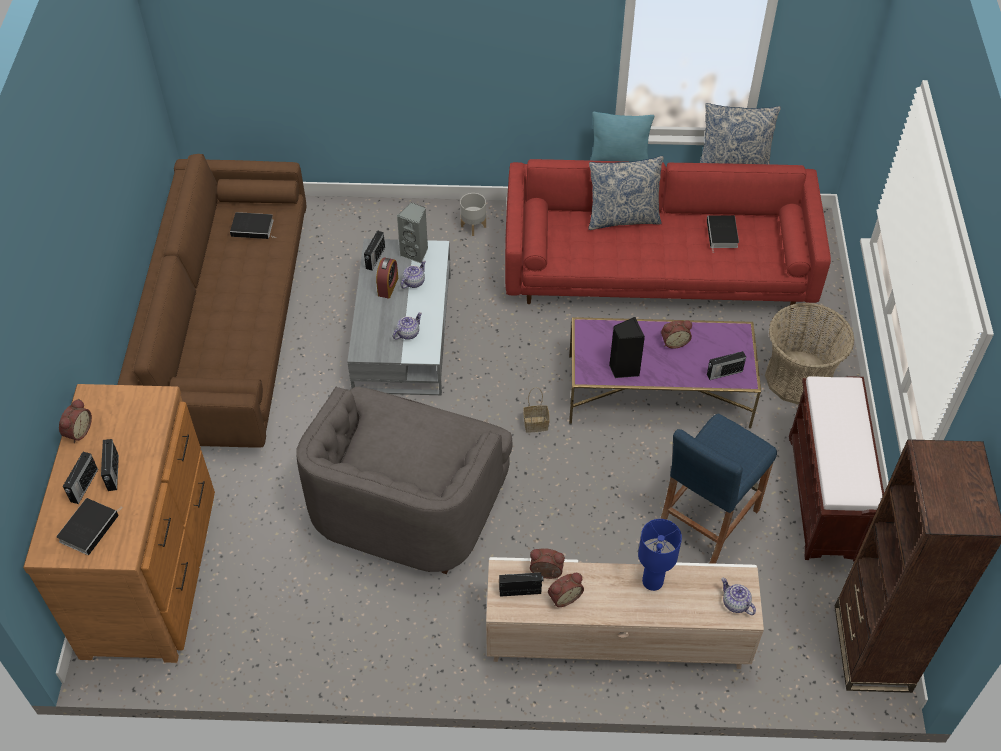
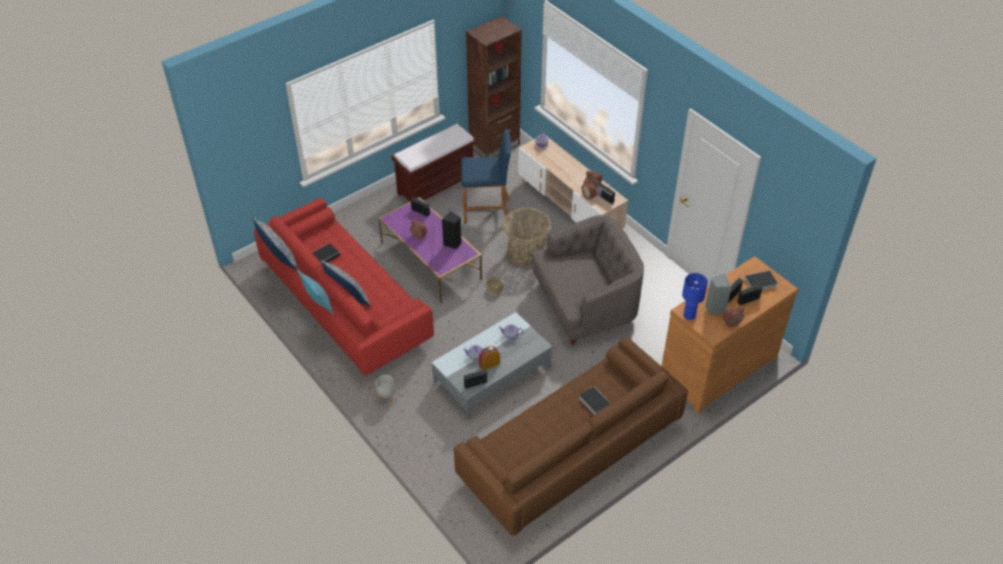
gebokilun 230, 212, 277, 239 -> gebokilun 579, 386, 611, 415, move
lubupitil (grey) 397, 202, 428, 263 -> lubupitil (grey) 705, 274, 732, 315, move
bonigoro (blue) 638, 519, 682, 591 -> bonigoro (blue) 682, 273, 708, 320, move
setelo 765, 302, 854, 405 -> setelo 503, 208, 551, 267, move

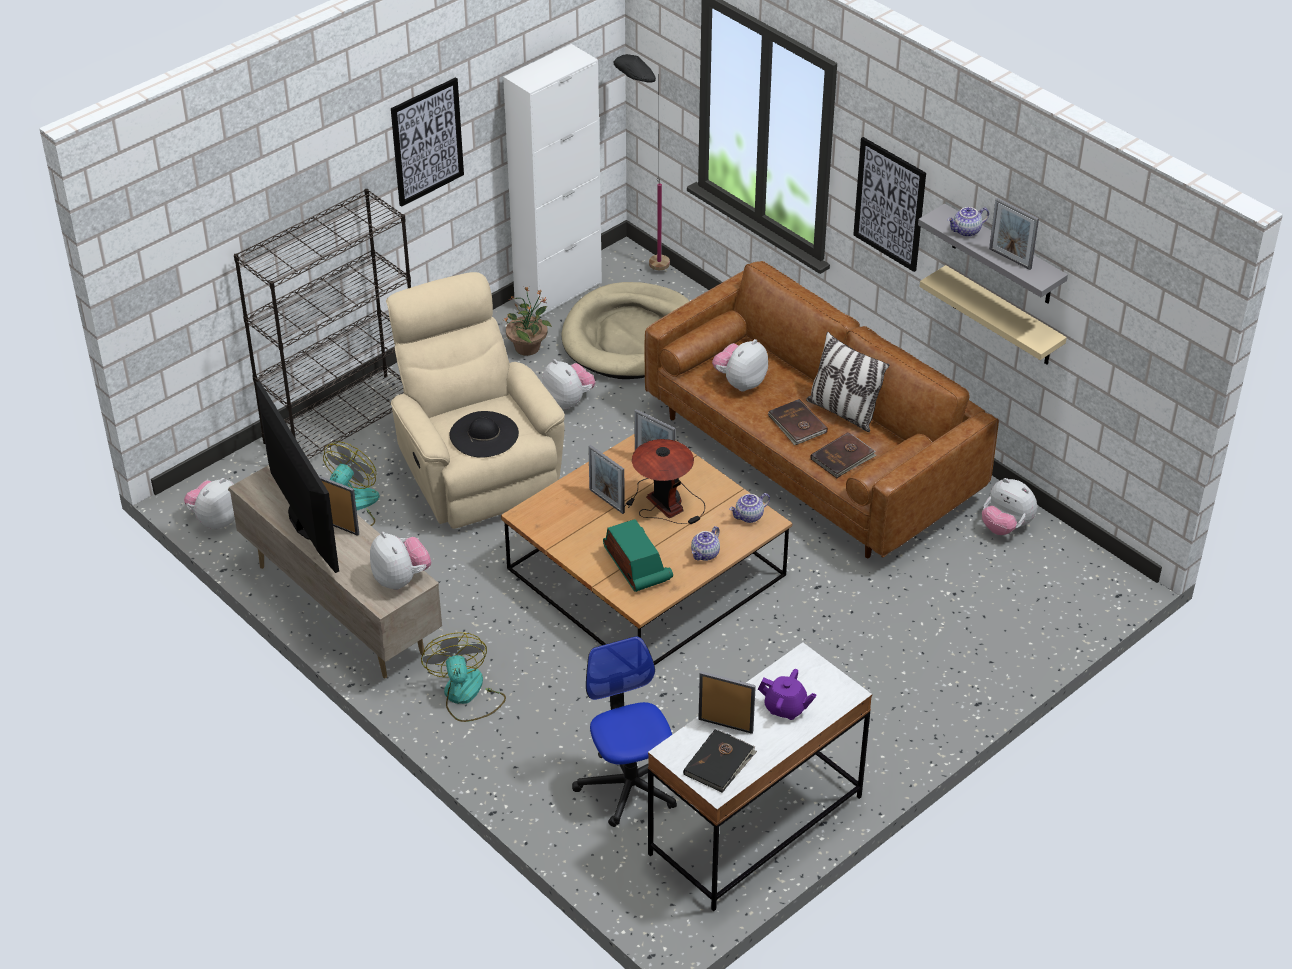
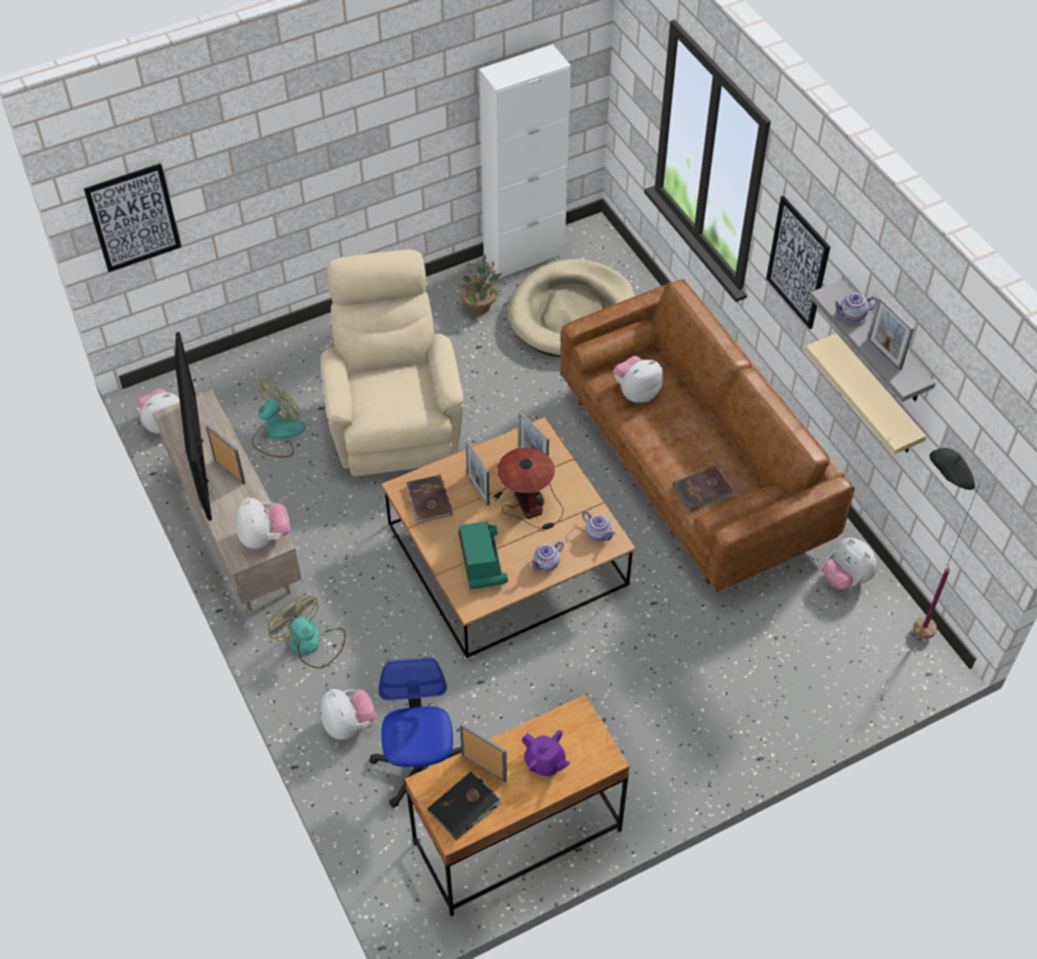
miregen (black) 234, 189, 411, 459 -> none
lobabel 391, 77, 464, 207 -> lobabel 84, 163, 181, 272, move
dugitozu 421, 632, 506, 722 -> dugitozu 268, 594, 346, 669, 45 degrees counterclockwise
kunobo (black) 449, 411, 519, 458 -> none
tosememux 542, 359, 595, 410 -> tosememux 321, 689, 376, 740, move
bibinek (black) 614, 54, 670, 270 -> bibinek (black) 913, 448, 980, 639, move
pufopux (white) 648, 642, 872, 911 -> pufopux (brown) 405, 695, 630, 916
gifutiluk 729, 493, 770, 523 -> gifutiluk 582, 511, 616, 541, 120 degrees counterclockwise
gebokilun (brown) 768, 399, 828, 445 -> gebokilun (brown) 406, 475, 453, 523, move
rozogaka 806, 332, 890, 432 -> none

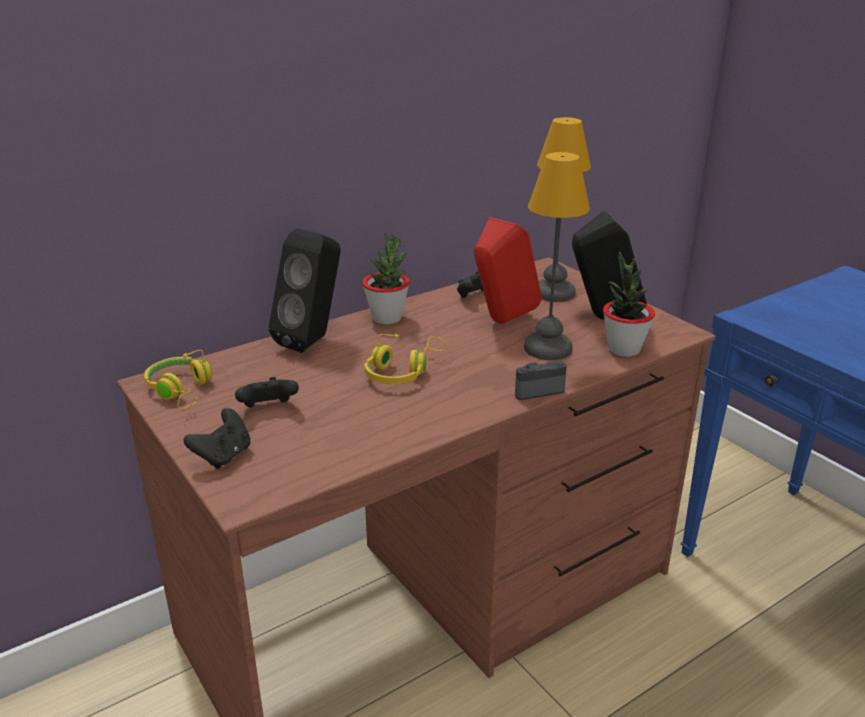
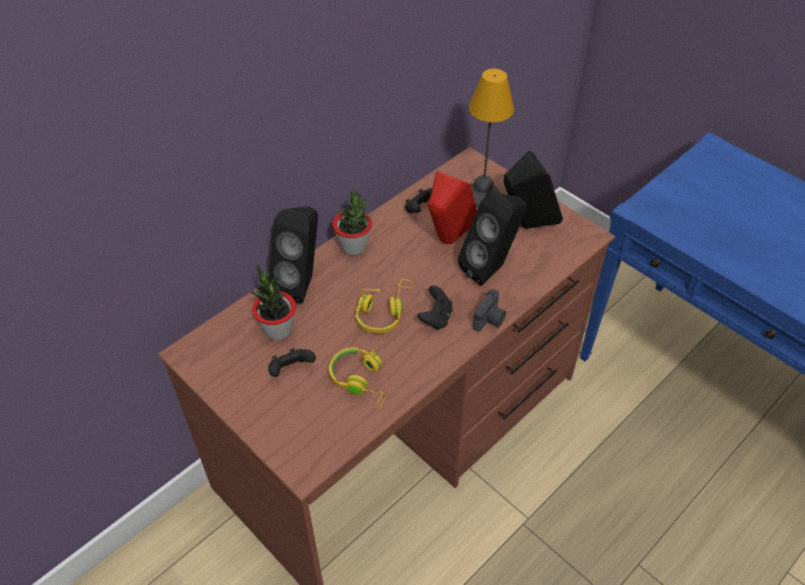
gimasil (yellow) 144, 350, 212, 409 -> gimasil (yellow) 329, 347, 387, 409, move
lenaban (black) 183, 408, 250, 469 -> lenaban (black) 417, 285, 453, 330, move
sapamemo 515, 361, 567, 400 -> sapamemo 473, 289, 506, 332, 150 degrees clockwise
bonigoro 524, 152, 590, 360 -> lubupitil (black) 458, 192, 527, 286
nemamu 603, 252, 655, 357 -> nemamu 250, 264, 296, 341, move

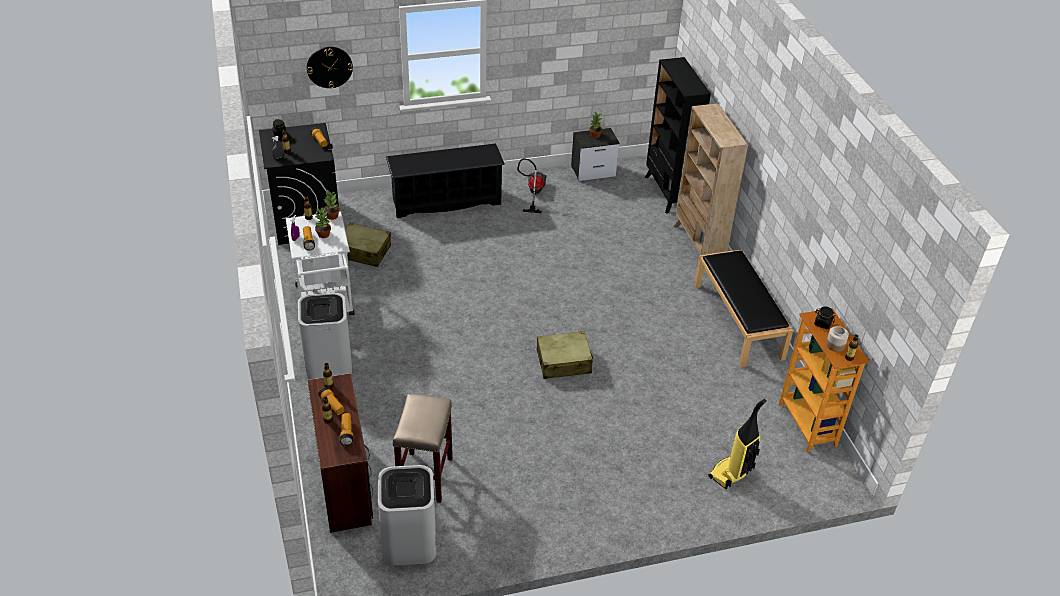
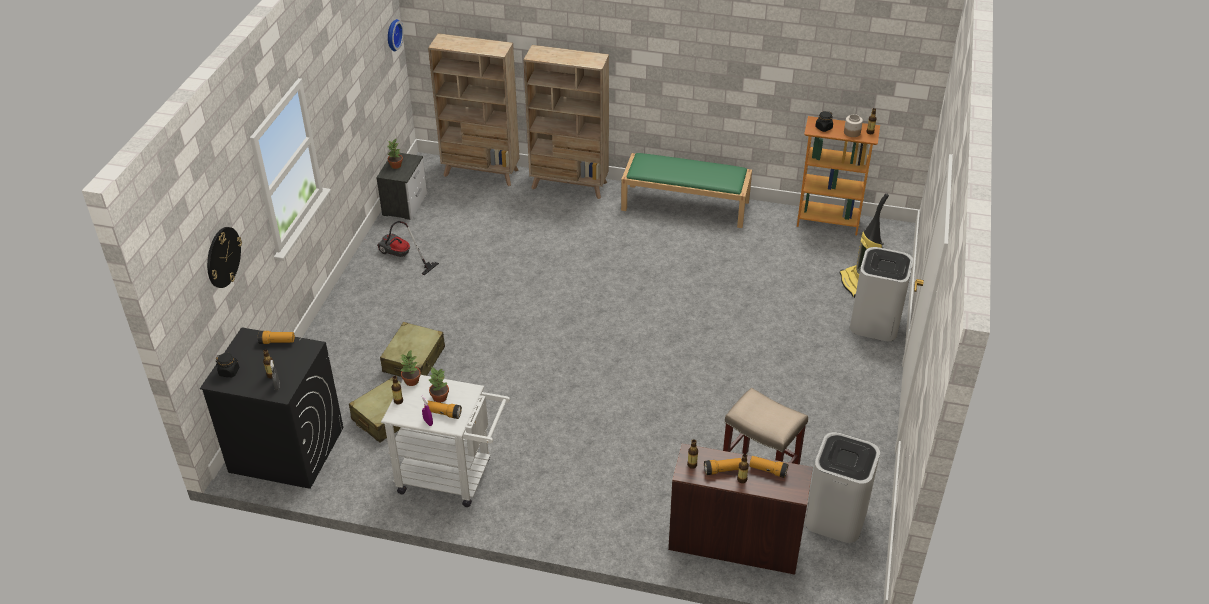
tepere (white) 298, 293, 352, 380 -> tepere (white) 850, 247, 914, 341, move
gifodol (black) 386, 144, 505, 218 -> none
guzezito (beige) 537, 331, 593, 379 -> guzezito (beige) 380, 322, 445, 377, move
miregen (black) 645, 57, 711, 214 -> miregen (beige) 428, 33, 520, 186
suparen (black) 694, 249, 793, 368 -> suparen (green) 621, 153, 752, 228
none -> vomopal 388, 19, 404, 51

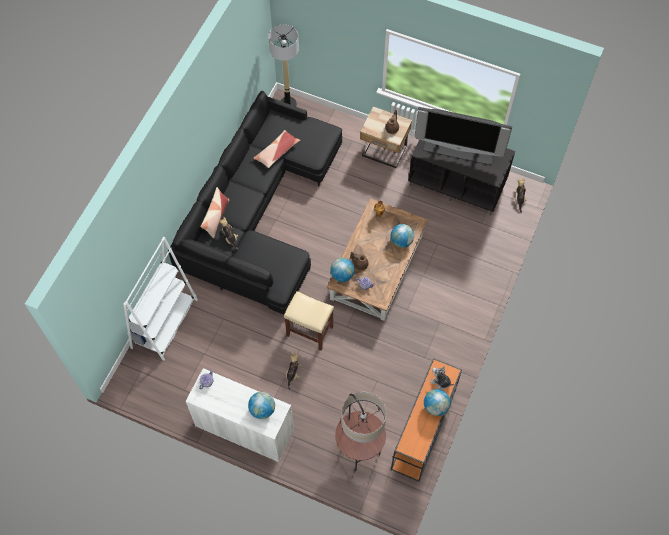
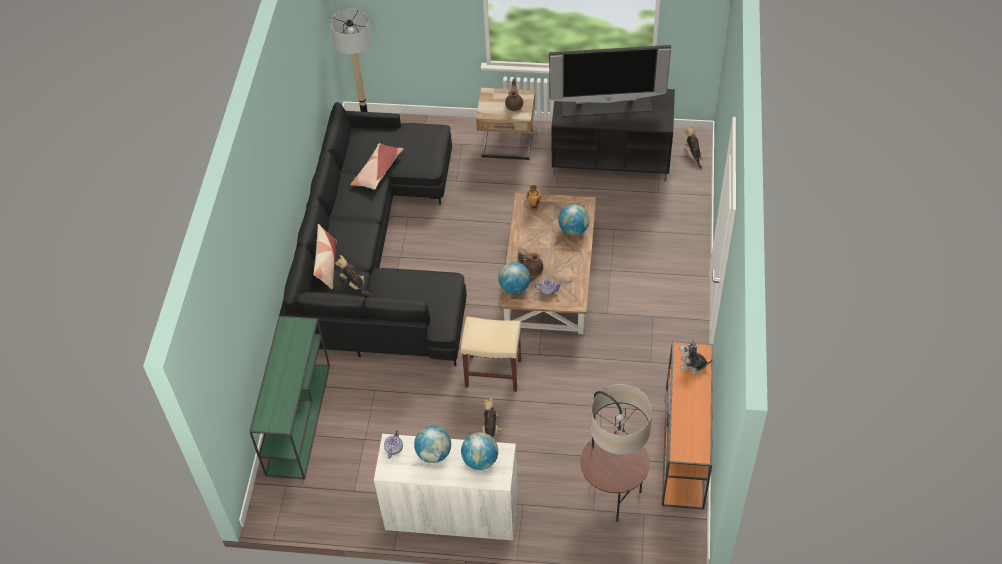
miregen (white) 123, 237, 198, 361 -> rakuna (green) 249, 316, 330, 479
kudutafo 424, 389, 451, 416 -> kudutafo 414, 426, 451, 463, move

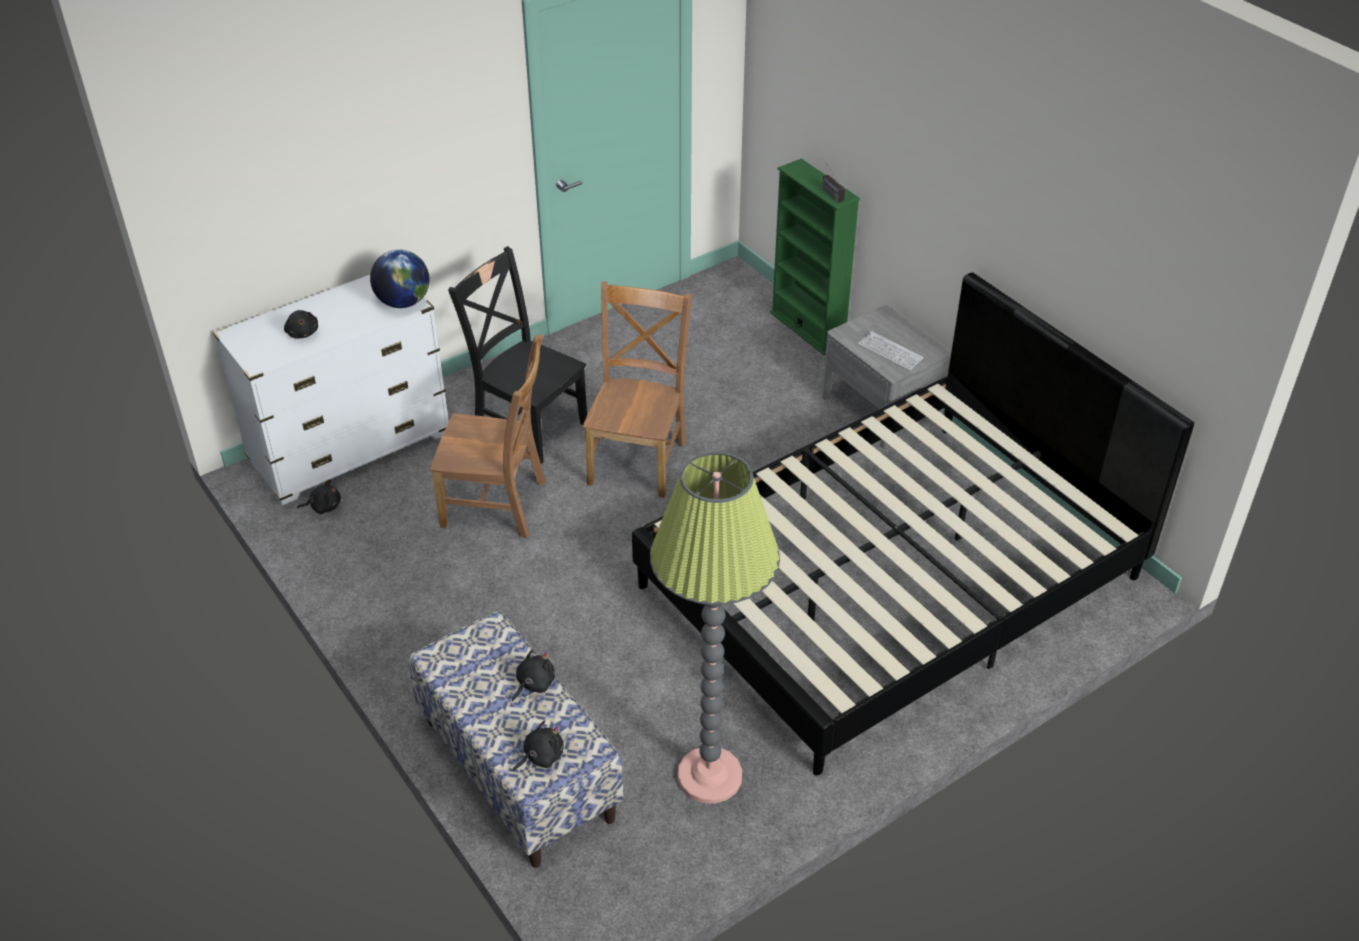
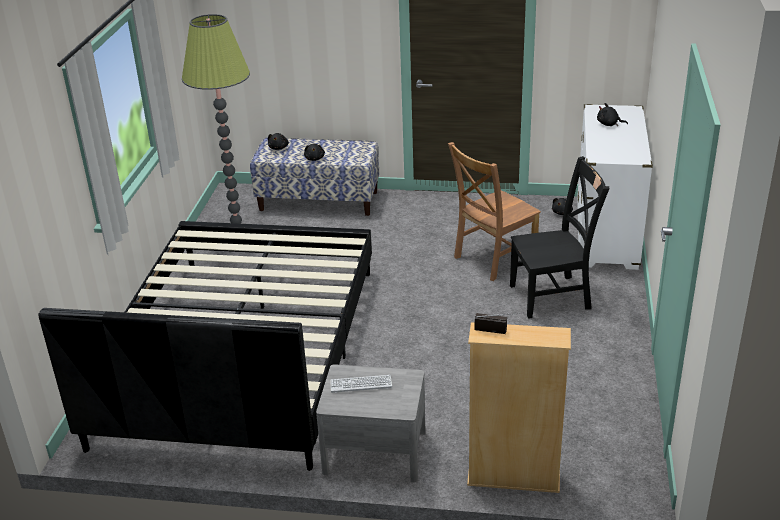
kudutafo 370, 249, 429, 308 -> none
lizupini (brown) 583, 282, 692, 498 -> none
miregen (green) 770, 159, 860, 355 -> miregen (beige) 467, 322, 571, 493

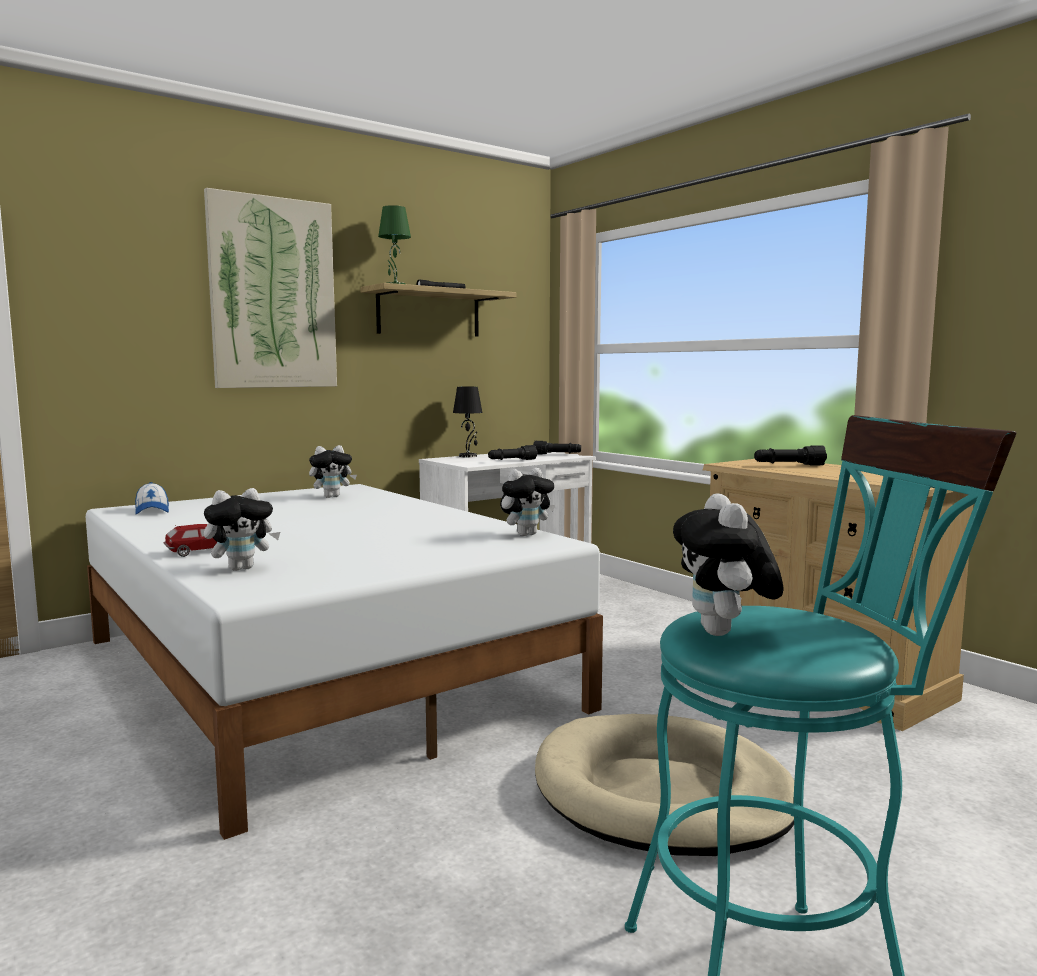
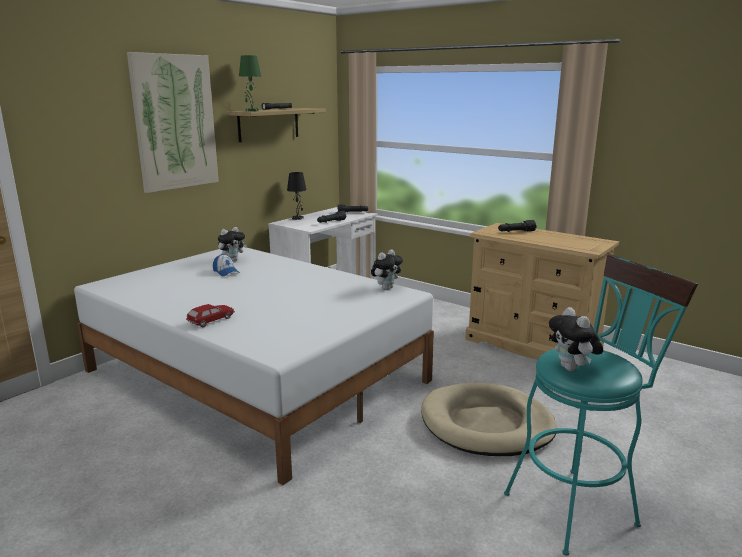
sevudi 135, 482, 169, 514 -> sevudi 213, 254, 240, 277, move
tosememux 204, 488, 280, 571 -> none

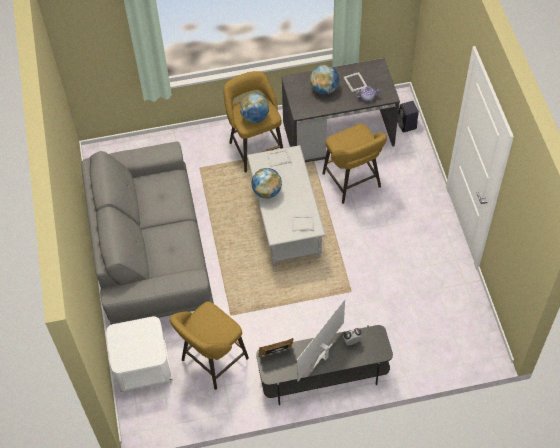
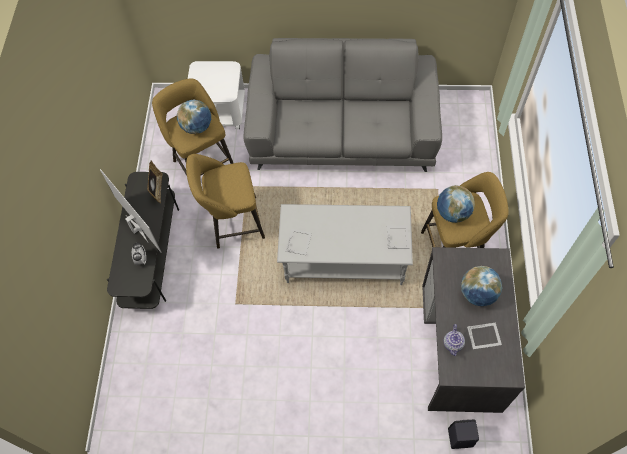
kudutafo 251, 168, 282, 198 -> kudutafo 177, 100, 211, 134, move
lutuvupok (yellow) 322, 124, 387, 204 -> lutuvupok (yellow) 186, 154, 265, 249, move

